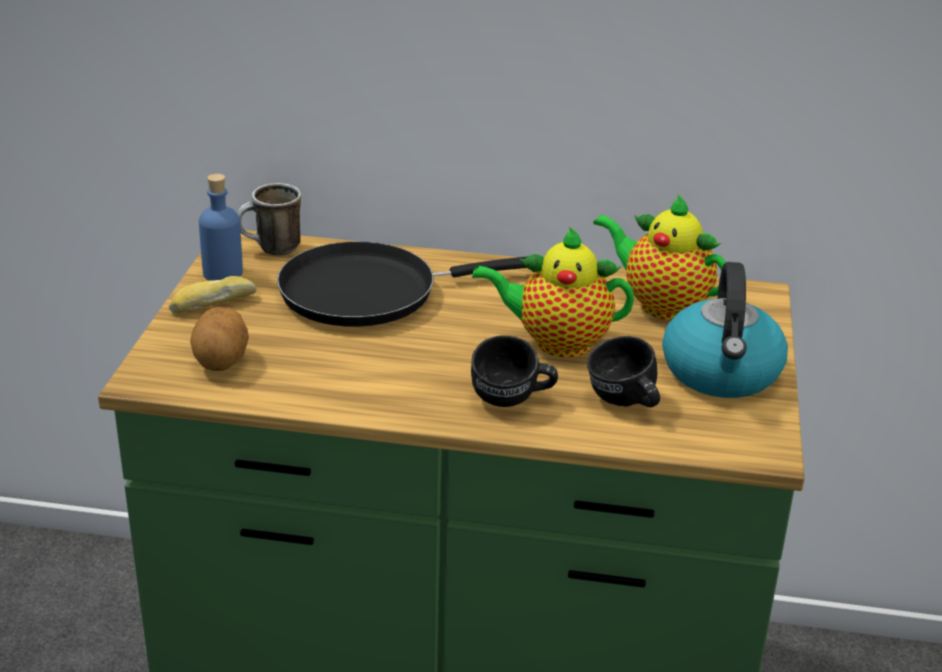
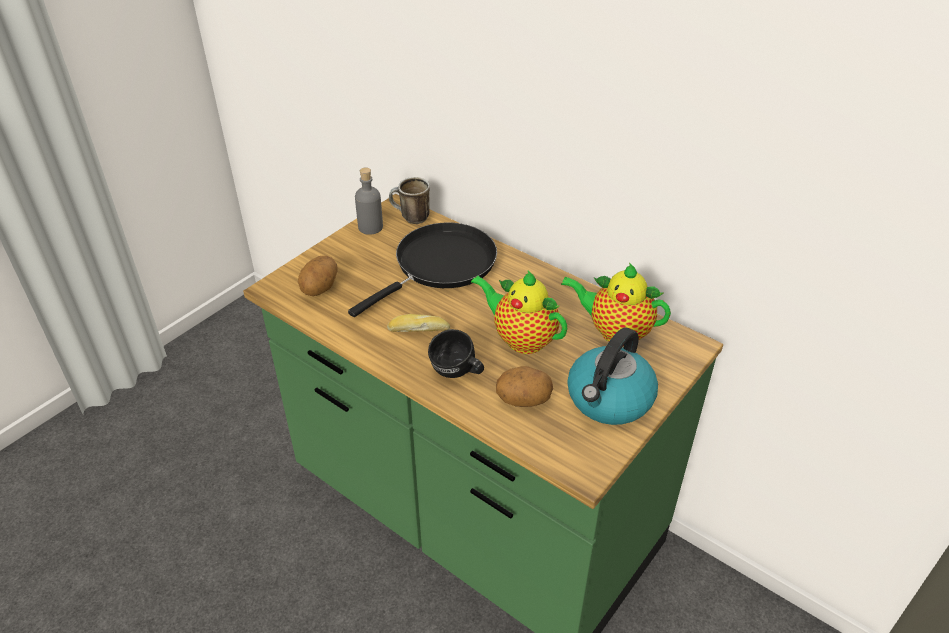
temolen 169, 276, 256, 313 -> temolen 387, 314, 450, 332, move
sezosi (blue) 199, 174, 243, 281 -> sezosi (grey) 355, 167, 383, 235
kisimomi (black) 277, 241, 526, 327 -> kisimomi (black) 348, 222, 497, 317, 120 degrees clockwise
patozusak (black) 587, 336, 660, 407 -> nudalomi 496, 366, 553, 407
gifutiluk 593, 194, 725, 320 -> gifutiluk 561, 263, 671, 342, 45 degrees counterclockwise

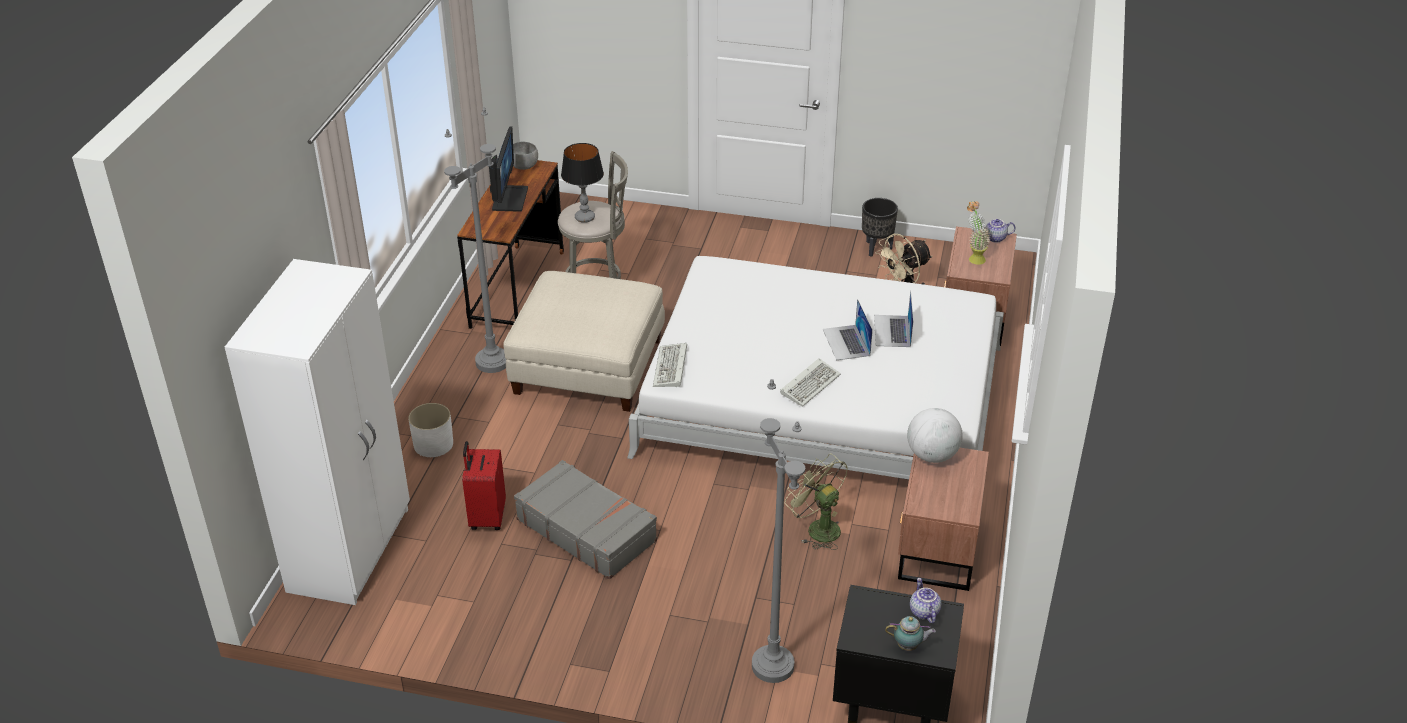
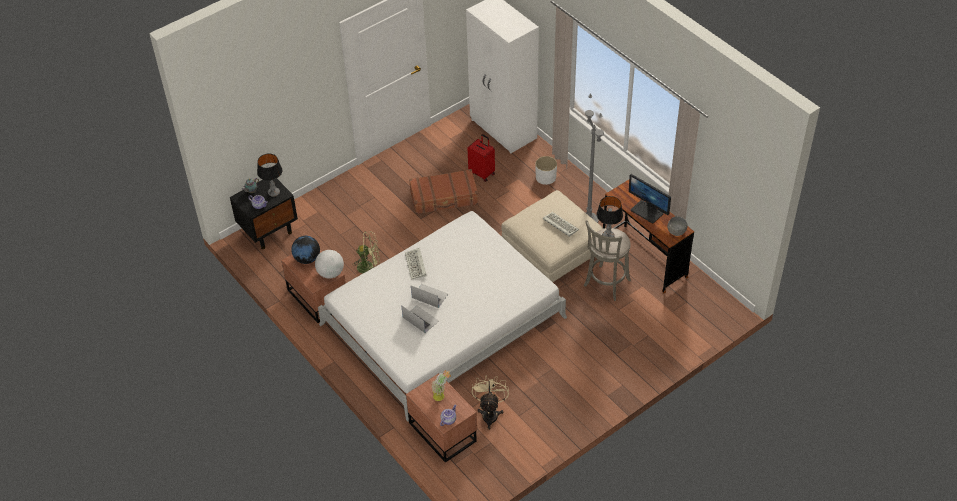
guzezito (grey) 514, 460, 657, 579 -> guzezito (brown) 409, 169, 478, 214
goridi 653, 343, 687, 387 -> goridi 543, 212, 579, 237, move
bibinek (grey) 752, 379, 805, 683 -> none
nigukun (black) 862, 198, 898, 257 -> none
none -> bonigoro 257, 154, 282, 197
none -> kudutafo 291, 236, 320, 264

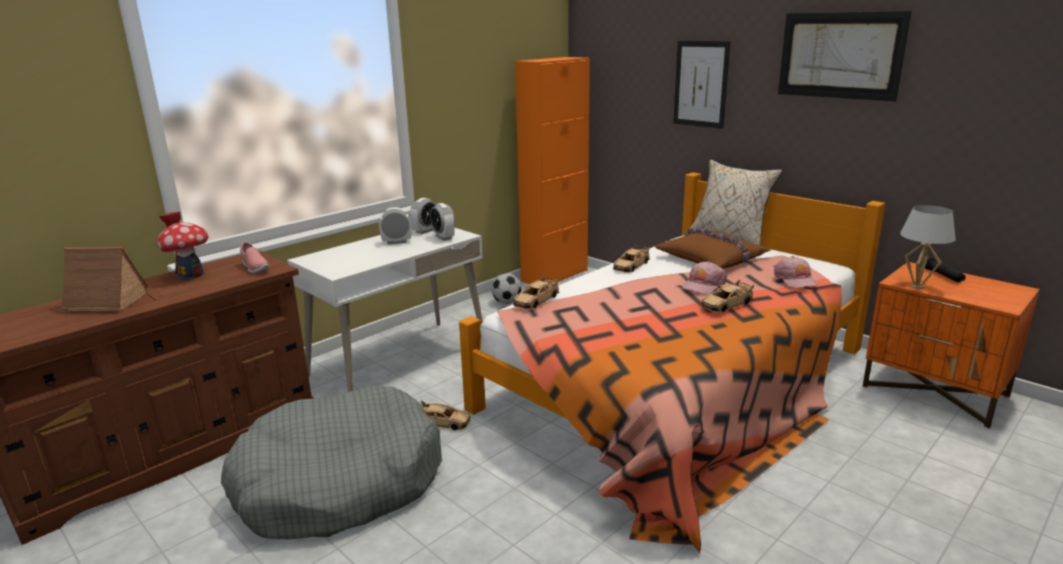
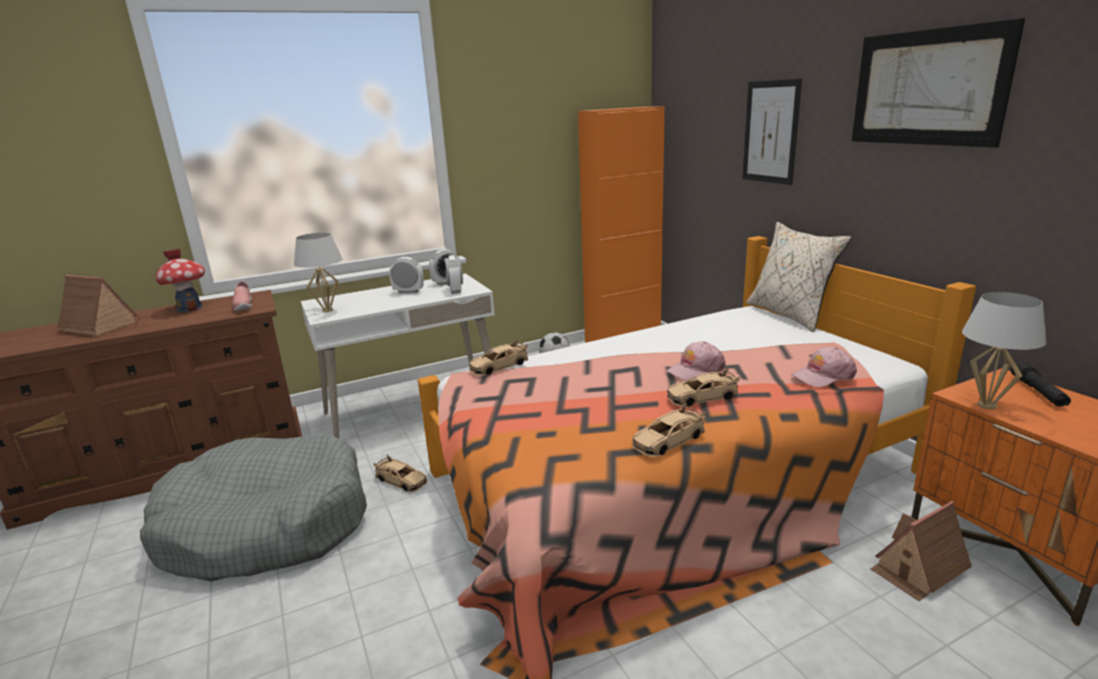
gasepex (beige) 613, 245, 650, 273 -> gasepex (beige) 632, 403, 706, 457, move
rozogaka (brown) 655, 228, 771, 269 -> none
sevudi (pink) 774, 256, 818, 288 -> sevudi (pink) 791, 347, 857, 387, 60 degrees clockwise
none -> bonigoro (white) 294, 233, 342, 312
none -> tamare 870, 501, 972, 601

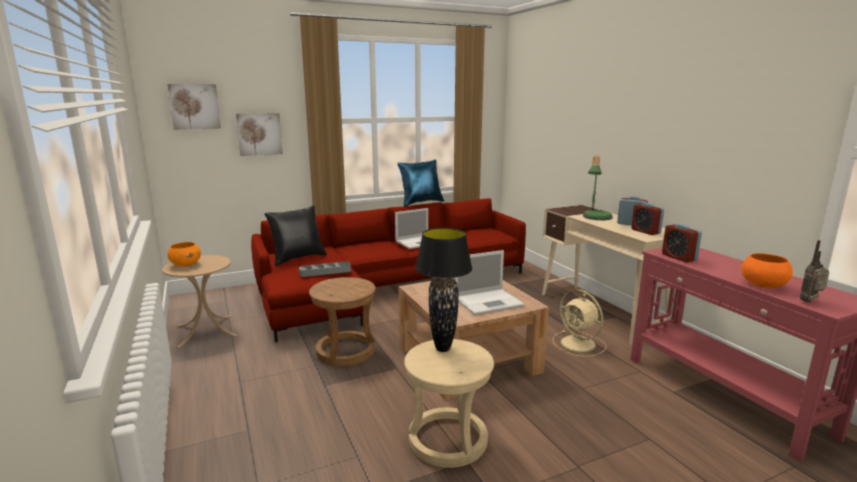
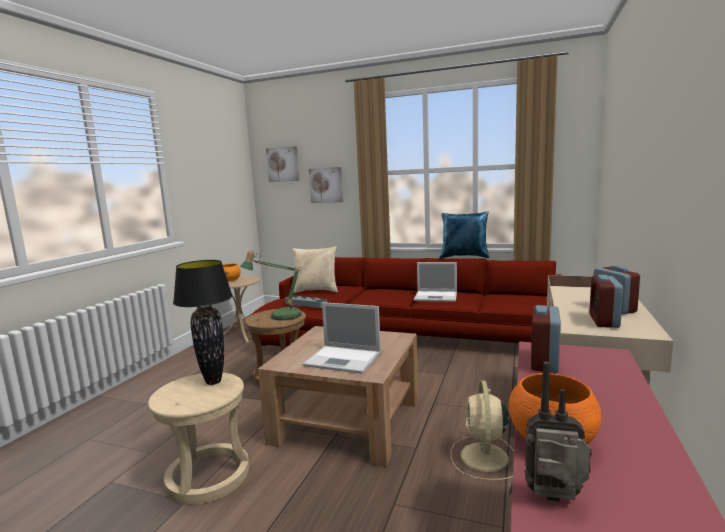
rozogaka (black) 264, 205, 327, 266 -> rozogaka (beige) 293, 246, 338, 294
bonigoro 583, 155, 613, 220 -> bonigoro 240, 250, 301, 321, move

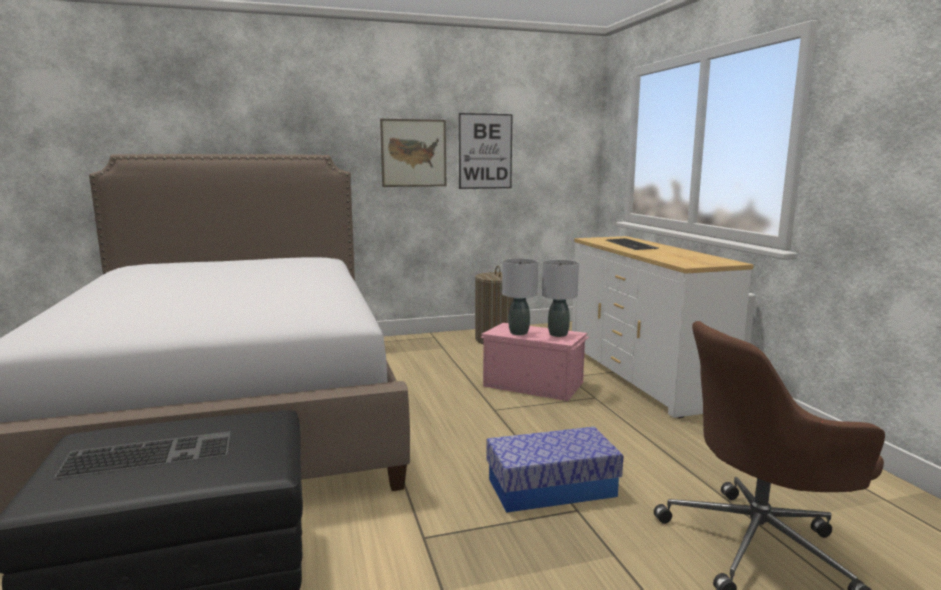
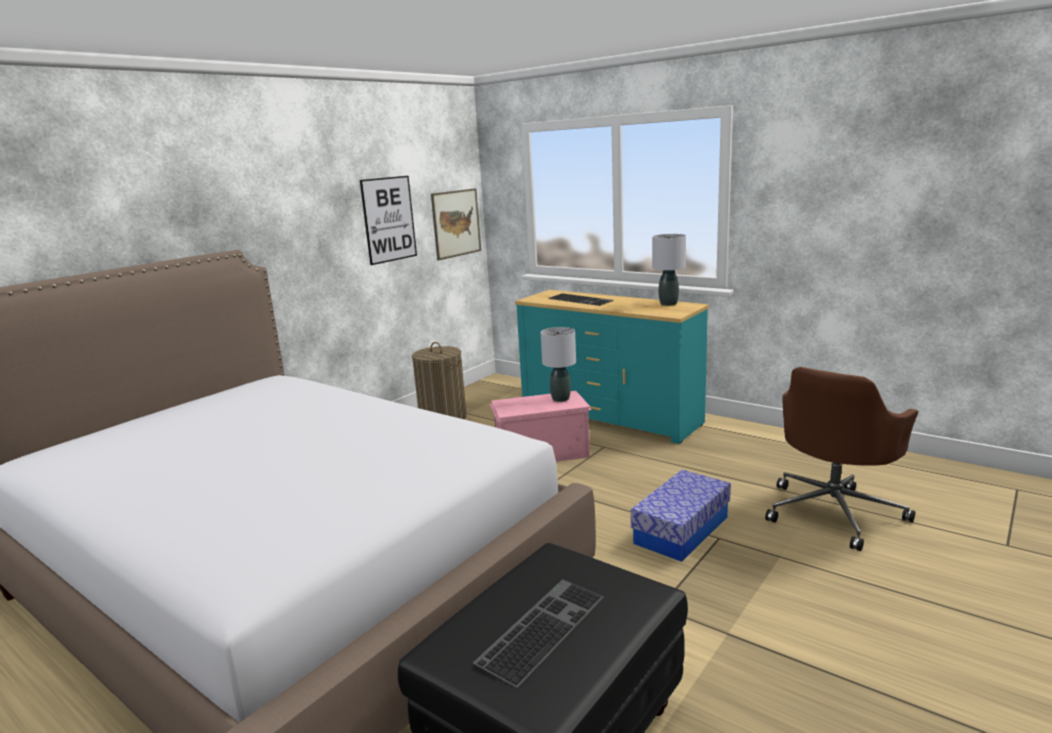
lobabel 380, 119, 446, 187 -> lobabel 431, 188, 481, 260, move
bonigoro (grey) 502, 258, 538, 335 -> bonigoro (grey) 652, 234, 686, 306, move
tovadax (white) 572, 236, 753, 418 -> tovadax (turquoise) 515, 290, 709, 444

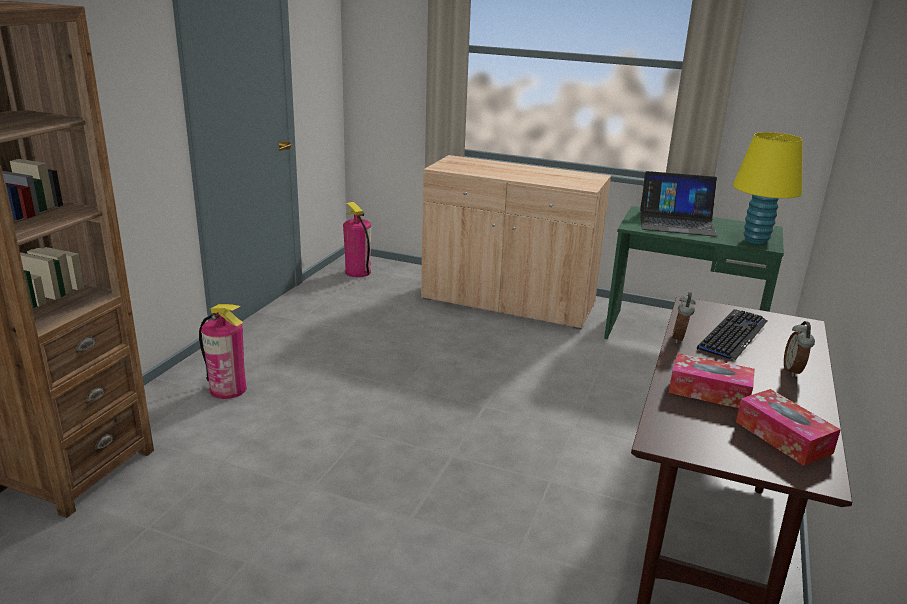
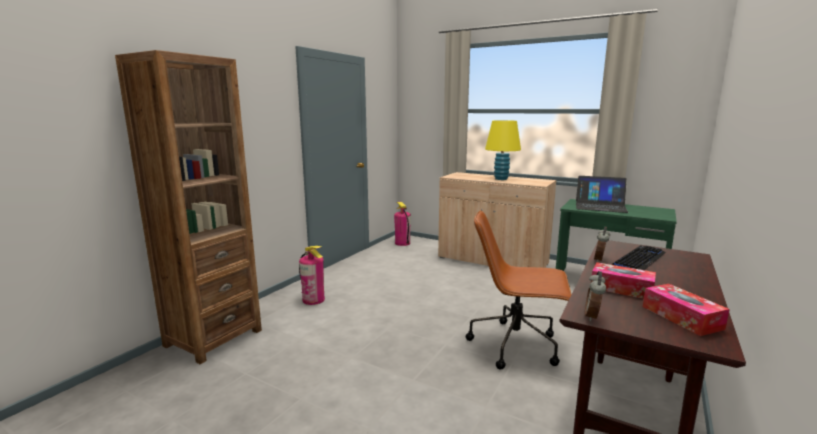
bonigoro (yellow) 733, 132, 802, 245 -> bonigoro (yellow) 485, 120, 521, 180, move
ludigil 784, 321, 815, 377 -> ludigil 585, 271, 606, 321, move
none -> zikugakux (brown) 466, 210, 572, 370

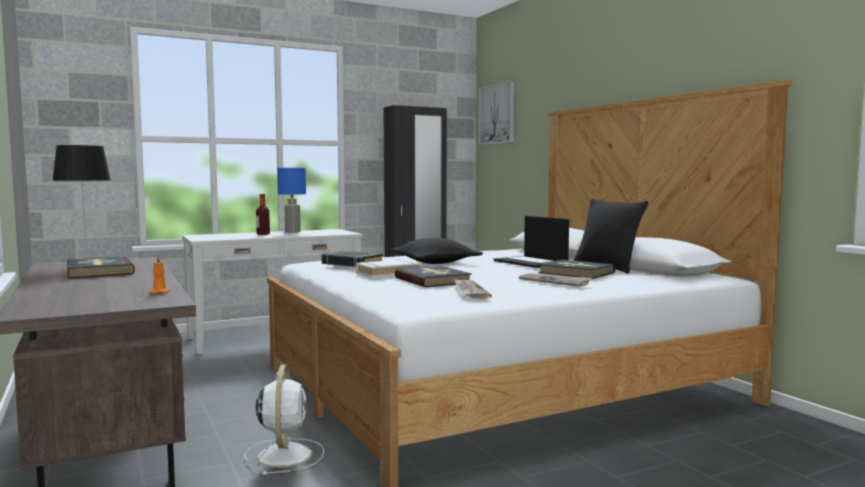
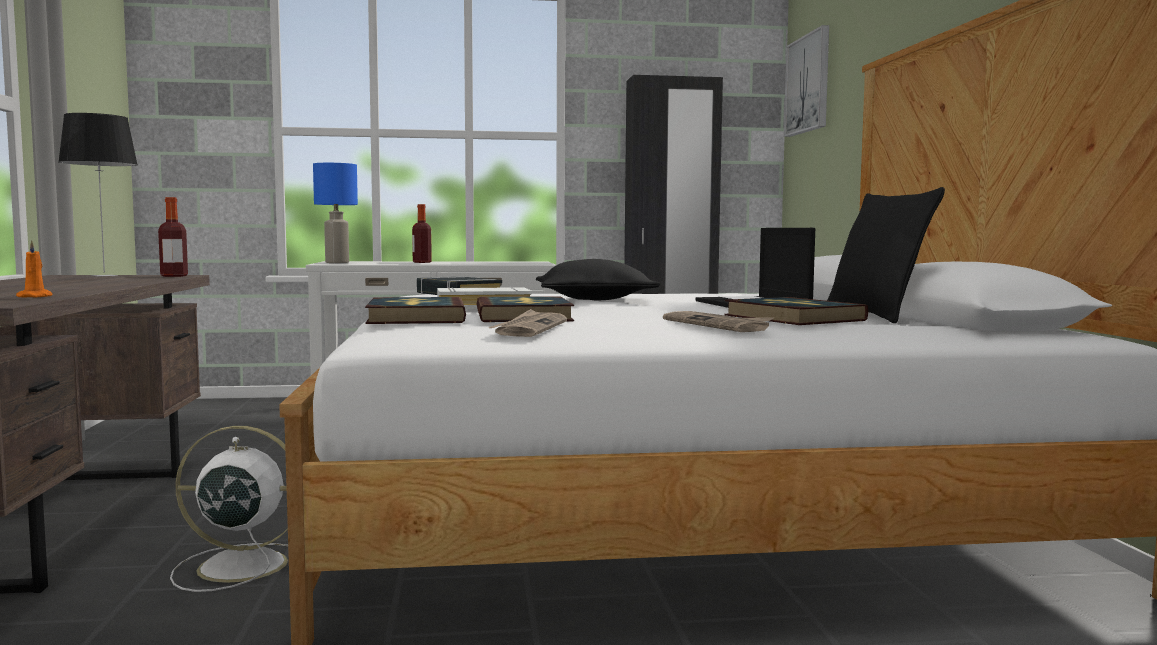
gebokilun 67, 256, 135, 279 -> gebokilun 365, 297, 466, 324, move
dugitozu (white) 244, 364, 324, 475 -> dugitozu (white) 170, 426, 288, 592, 105 degrees counterclockwise
bonigoro (blue) 277, 168, 306, 233 -> bonigoro (blue) 313, 163, 358, 263, move
none -> sezosi 158, 197, 188, 277

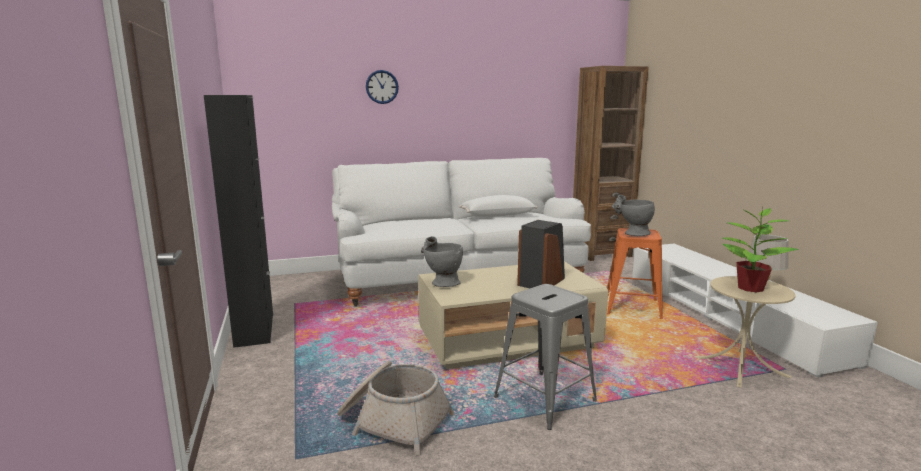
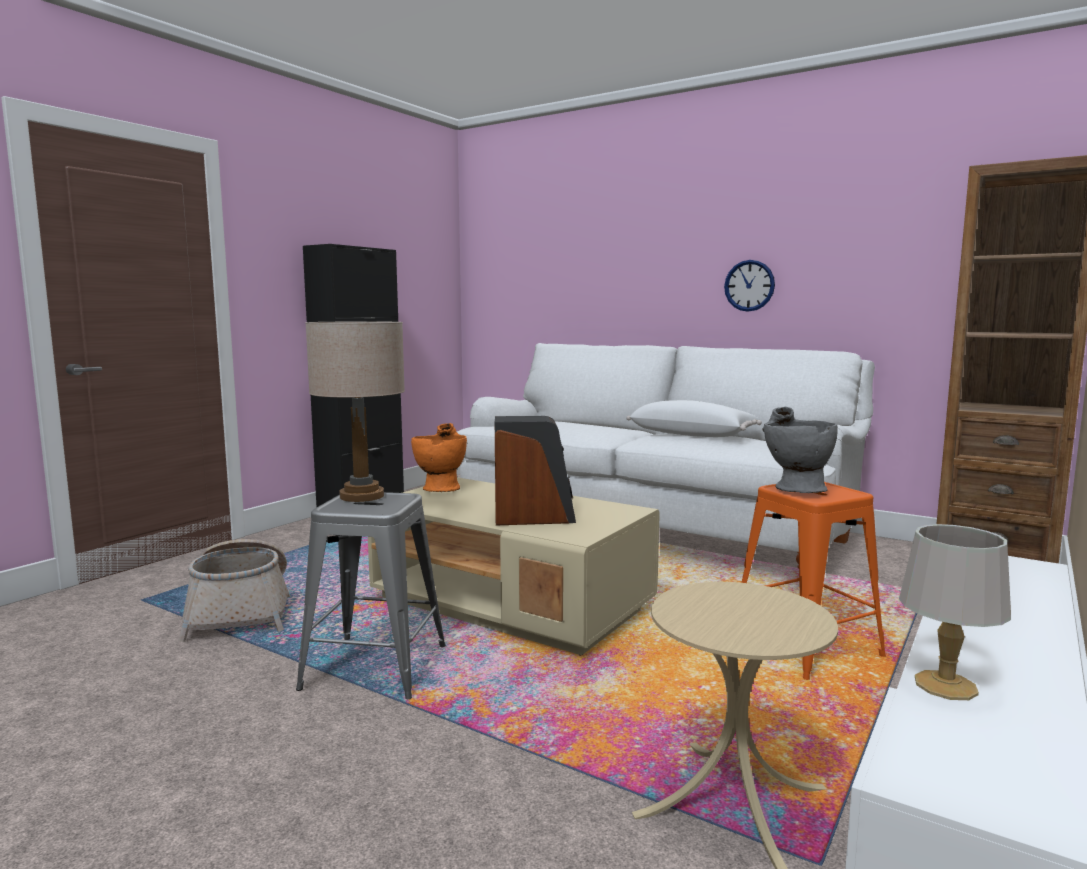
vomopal 366, 70, 399, 104 -> vomopal 724, 260, 775, 312, move
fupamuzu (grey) 421, 236, 463, 287 -> fupamuzu (orange) 411, 423, 467, 492
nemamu 722, 207, 799, 292 -> none
none -> bonigoro (beige) 305, 321, 405, 502

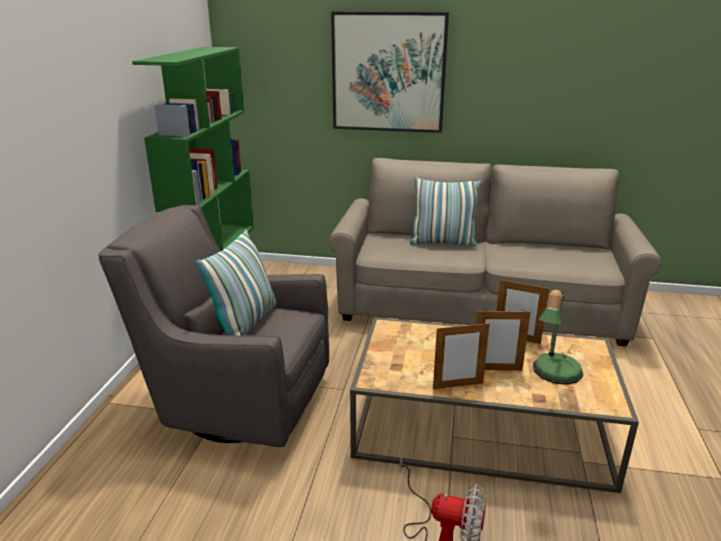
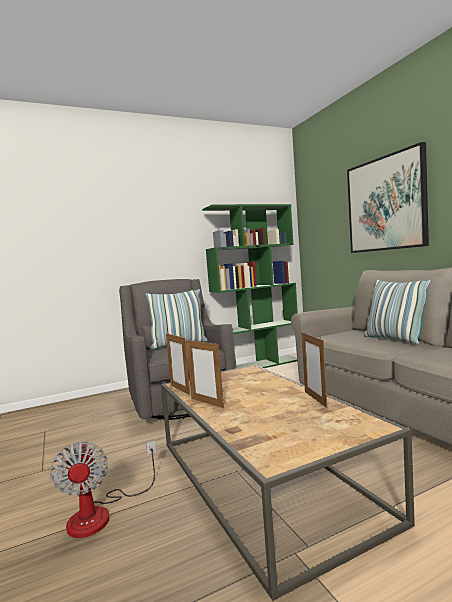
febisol 476, 309, 531, 371 -> febisol 166, 332, 190, 395, move
bonigoro 533, 290, 583, 385 -> none

